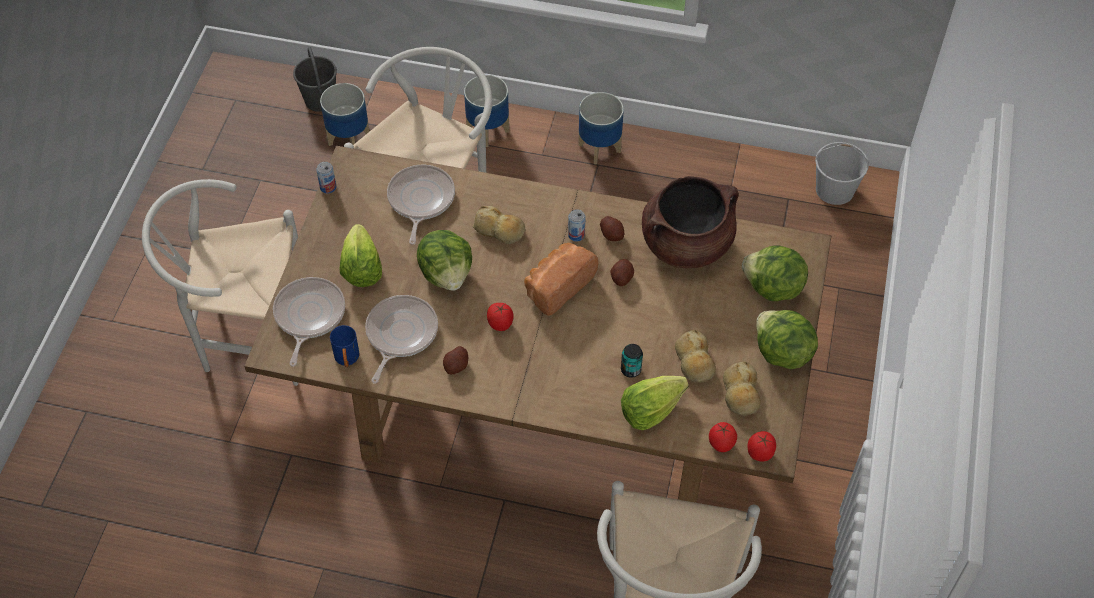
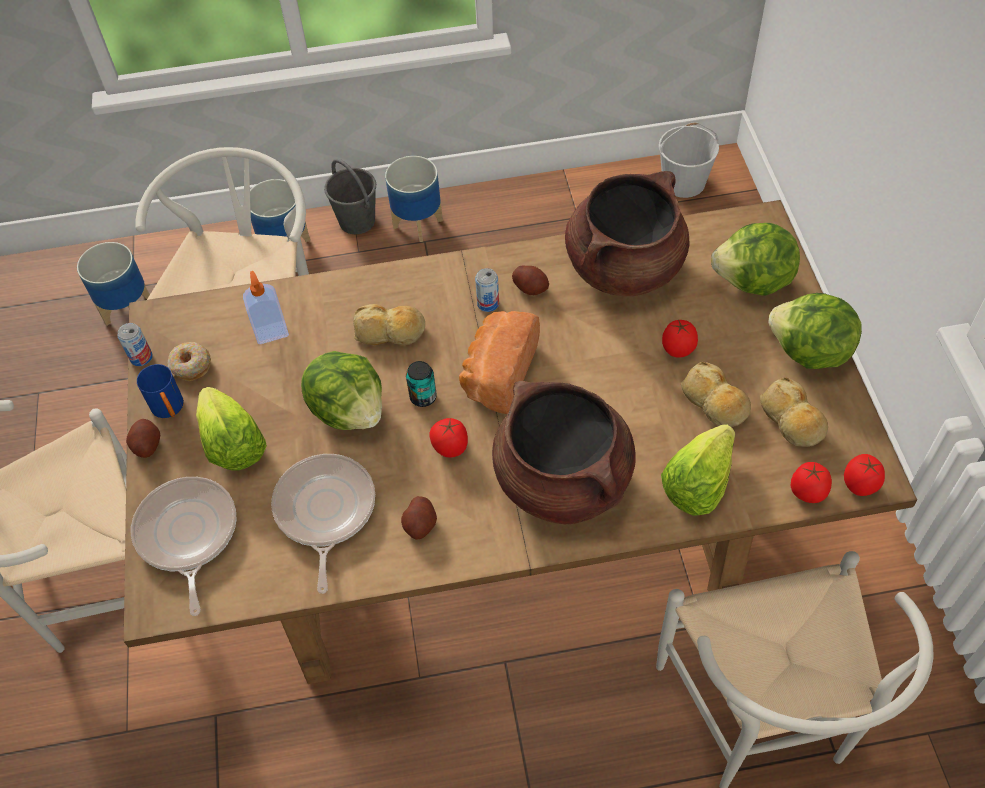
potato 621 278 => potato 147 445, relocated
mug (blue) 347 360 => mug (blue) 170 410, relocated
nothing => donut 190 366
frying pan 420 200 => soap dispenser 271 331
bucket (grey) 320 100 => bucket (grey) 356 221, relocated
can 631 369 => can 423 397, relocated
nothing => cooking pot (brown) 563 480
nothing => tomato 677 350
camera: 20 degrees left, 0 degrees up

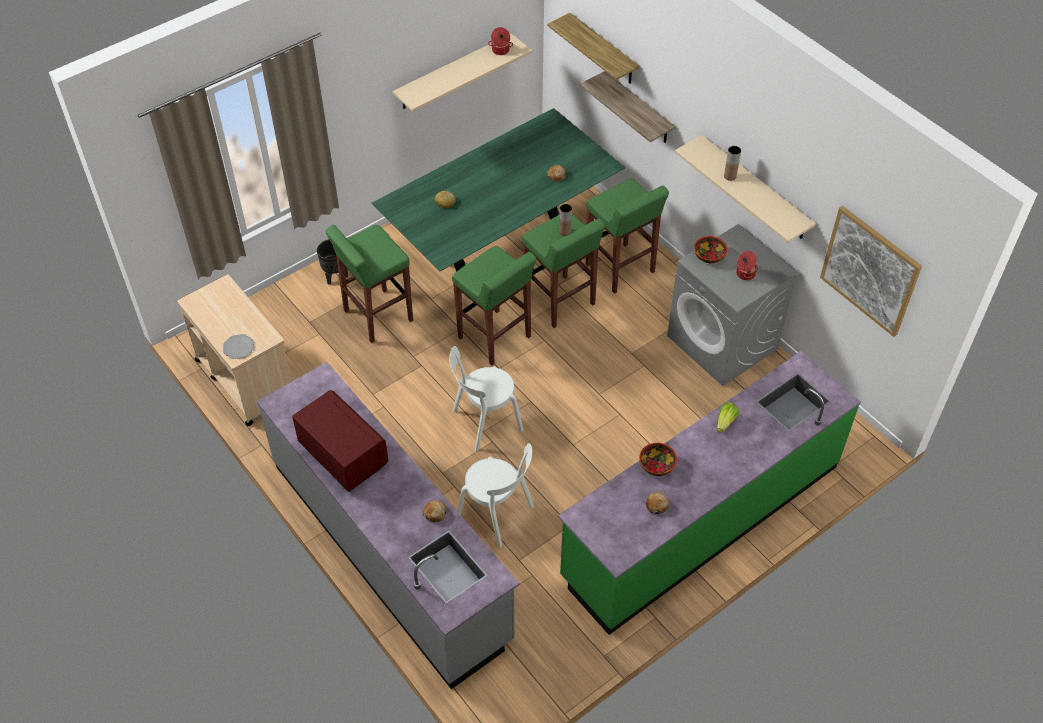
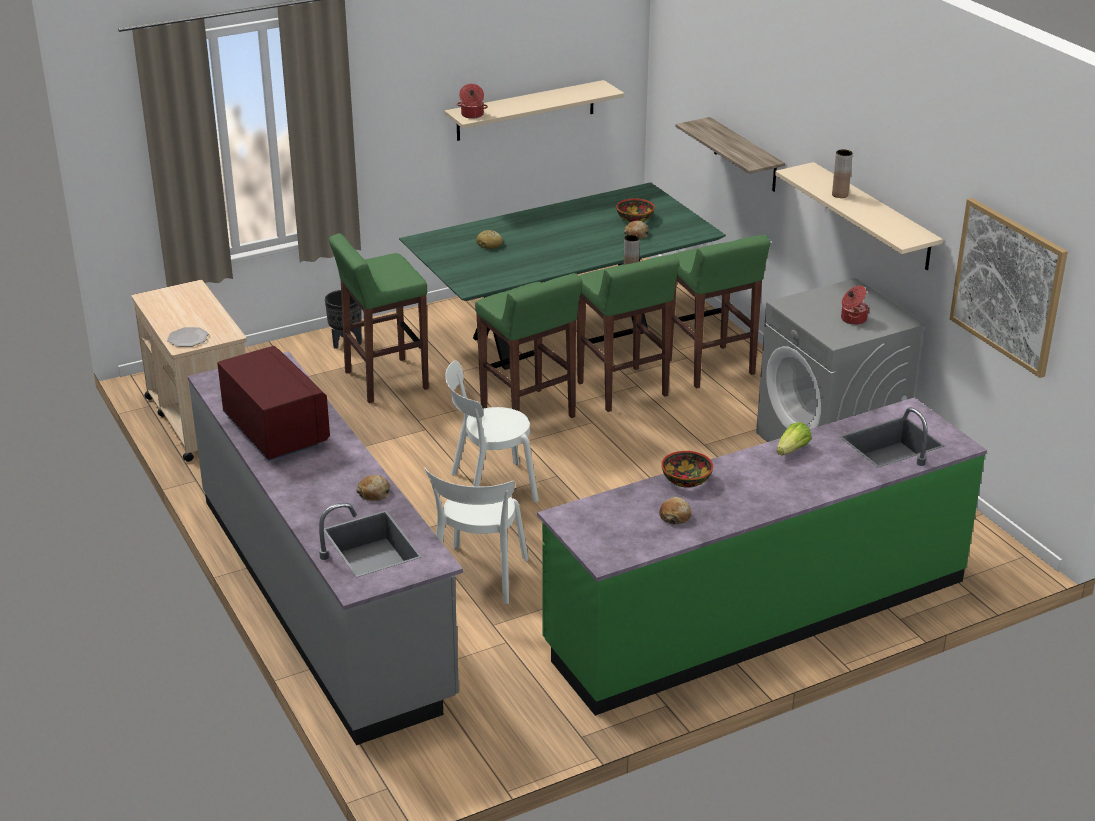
chair (white) 497 515 => chair (white) 478 578, 60 degrees clockwise
cooking pot 500 50 => cooking pot 472 115, relocated
bowl 709 256 => bowl 634 219, relocated
shelf 603 50 => nothing
camera: 10 degrees right, 20 degrees down

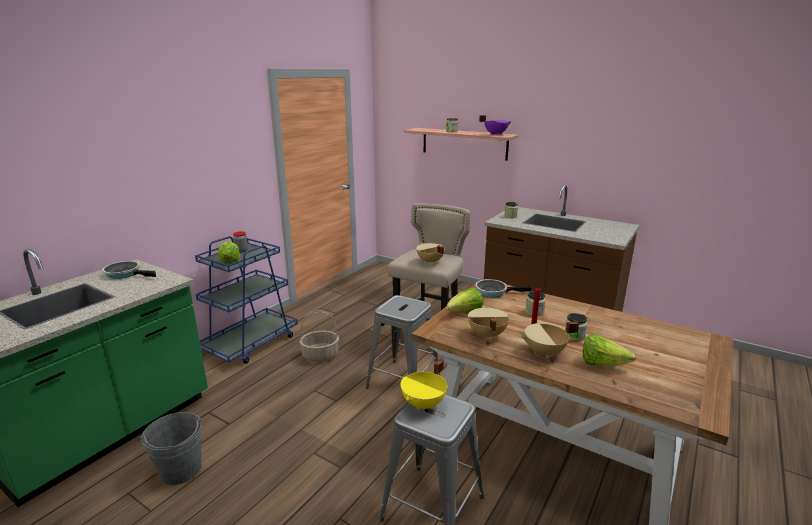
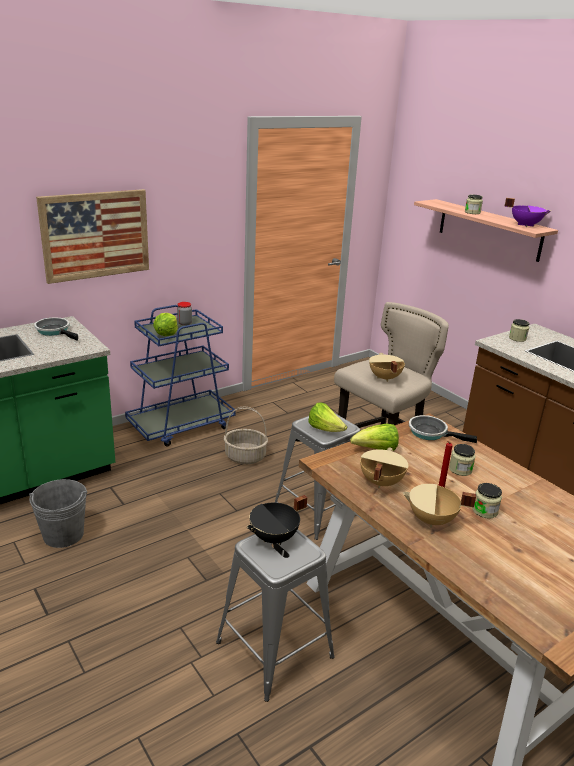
nothing => picture 96 235
cooking pot (yellow) 424 404 => cooking pot (black) 274 538
lettuce 602 364 => lettuce 325 429, relocated
camera: 20 degrees right, 5 degrees up

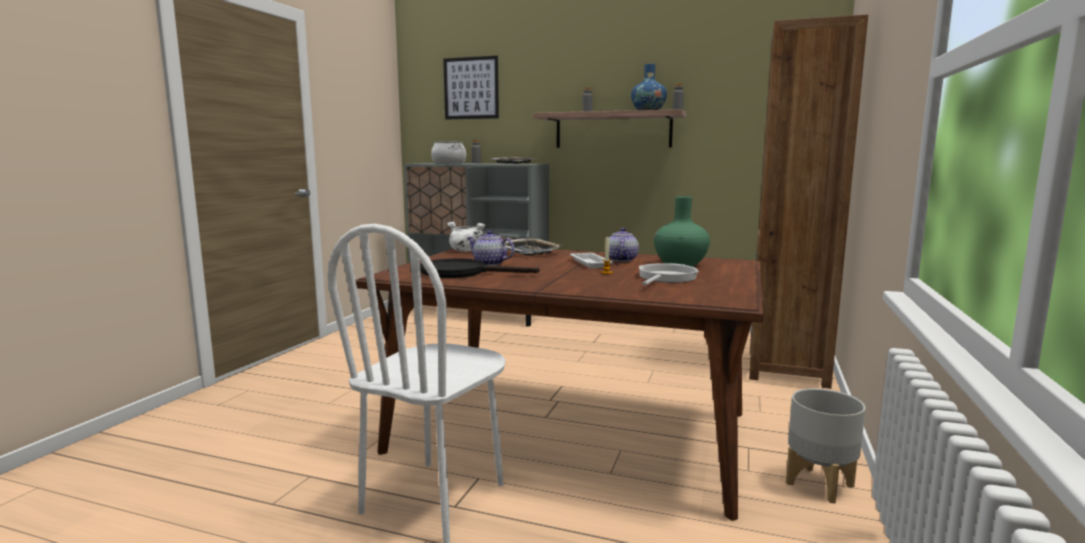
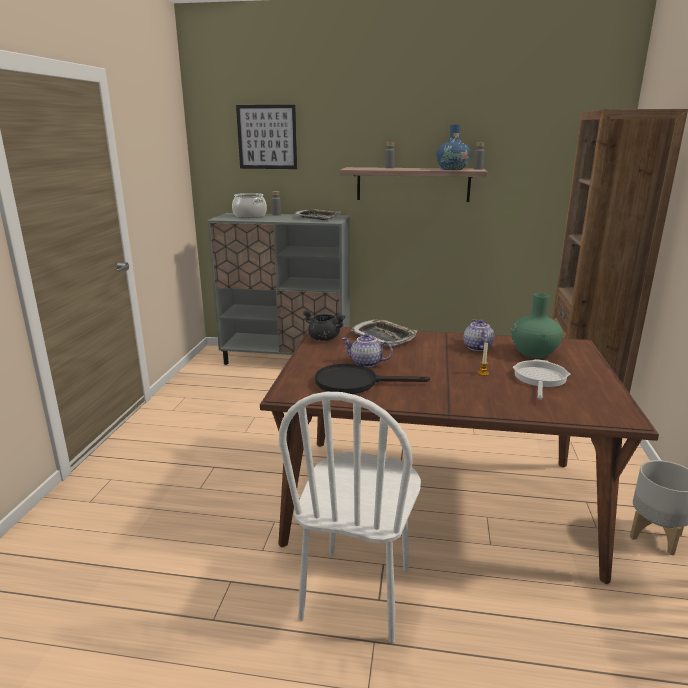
cooking pot (white) 465 251 => cooking pot (black) 323 338
tray (white) 590 263 => nothing
camera: 10 degrees left, 10 degrees up

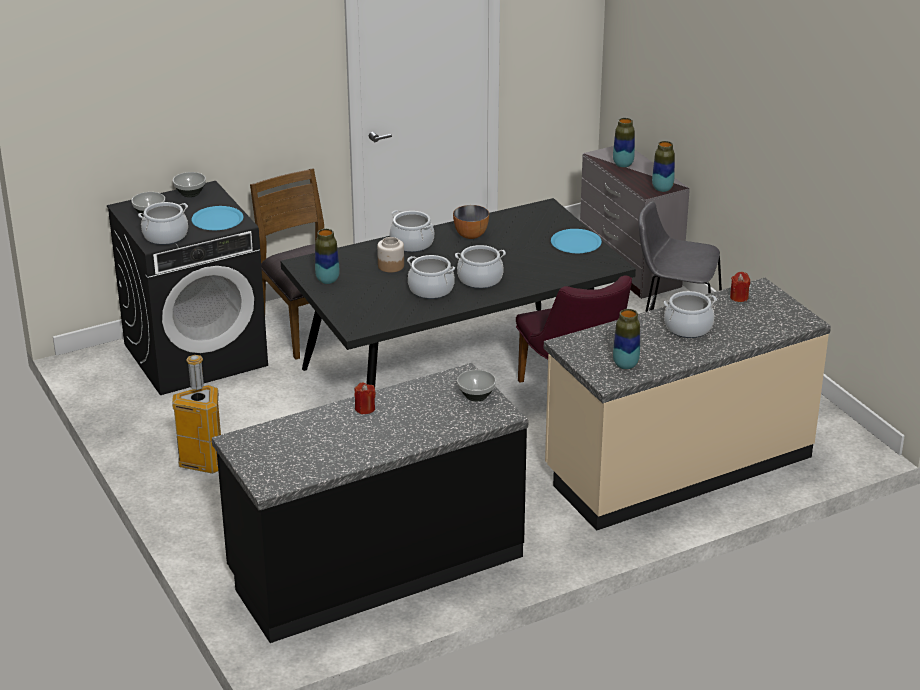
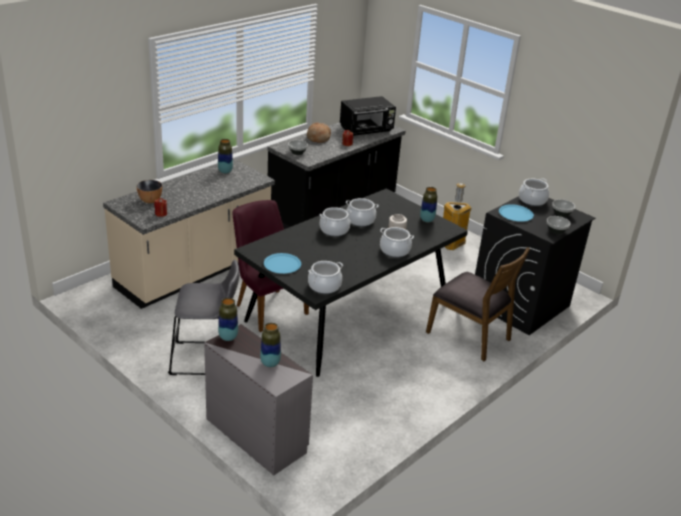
bowl 470 235 => bowl 150 200, relocated
nothing => bread 318 138
cooking pot 688 328 => cooking pot 324 286, relocated
nothing => microwave (black) 367 130
camera: 160 degrees right, 0 degrees up

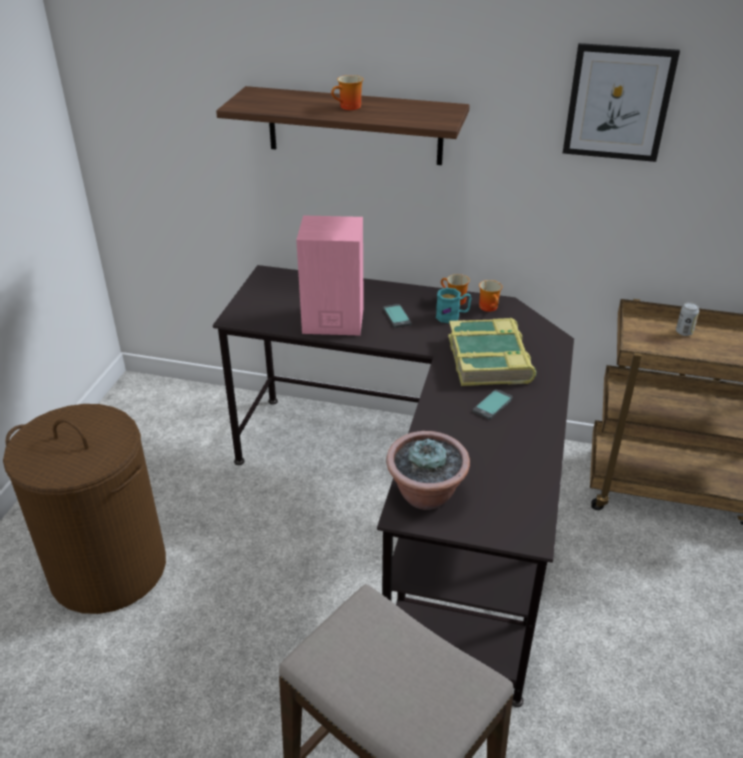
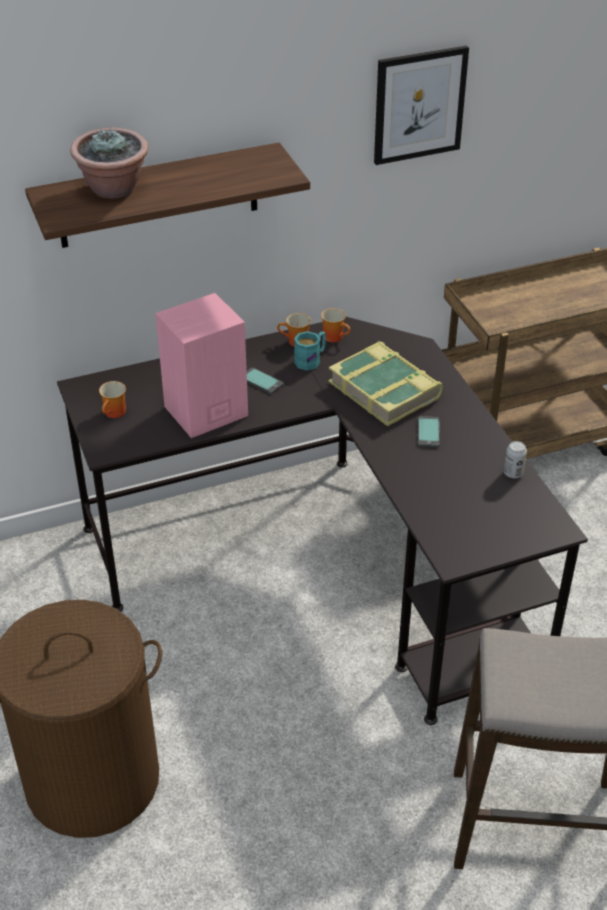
potted plant 426 495 => potted plant 114 189, relocated
mug 349 107 => mug 115 413, relocated
can 684 332 => can 513 473, relocated
camera: 35 degrees left, 5 degrees up

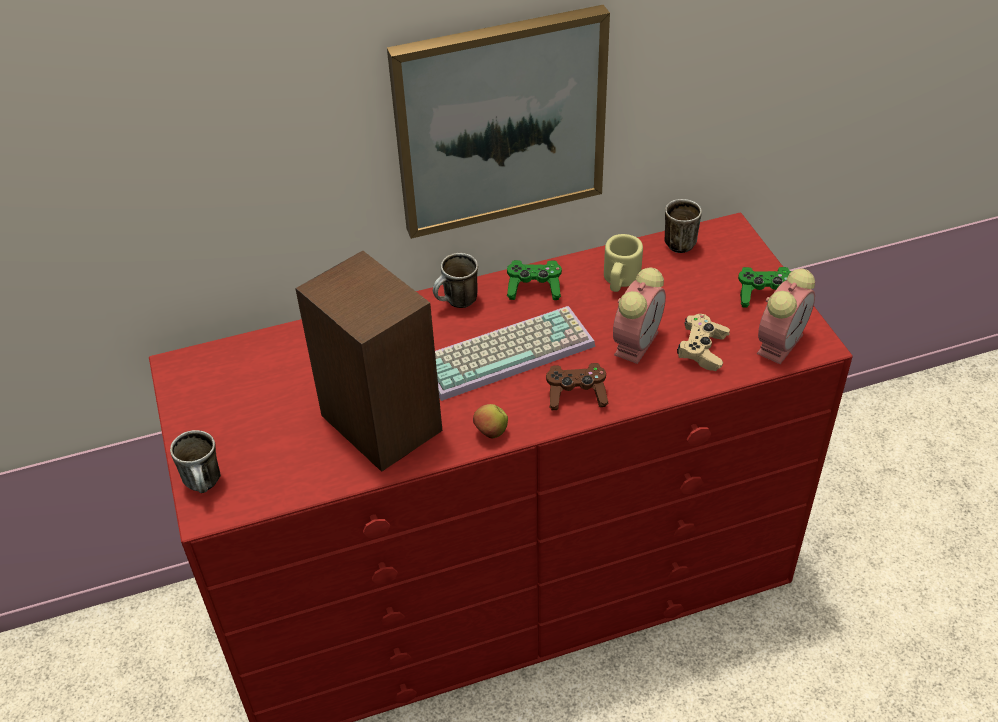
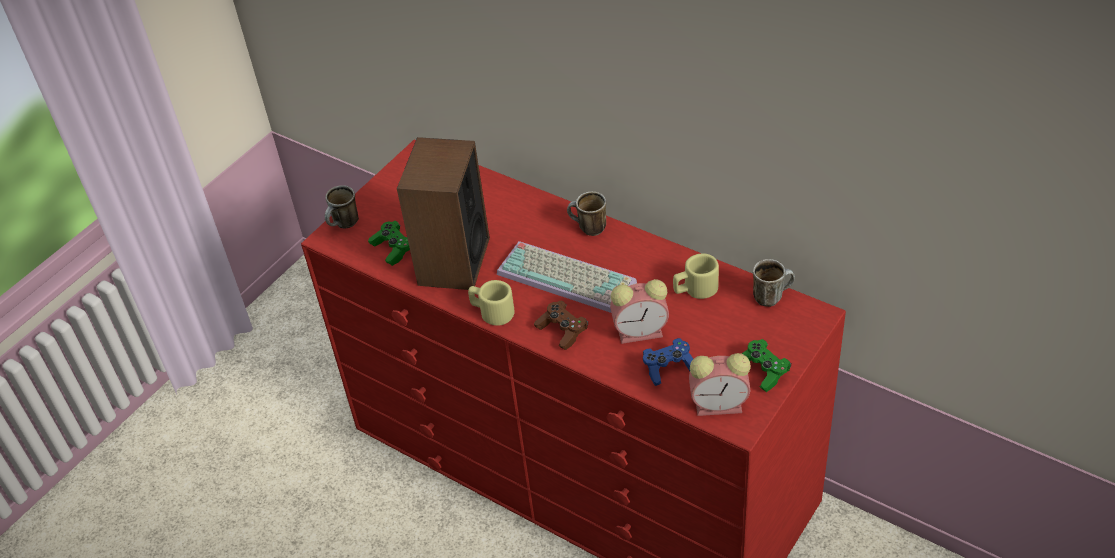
game controller (green) 534 288 => game controller (green) 393 248, relocated
apple 491 433 => mug (beige) 492 312
game controller (beige) 702 350 => game controller (blue) 668 368
picture 500 122 => nothing
camera: 55 degrees right, 0 degrees up

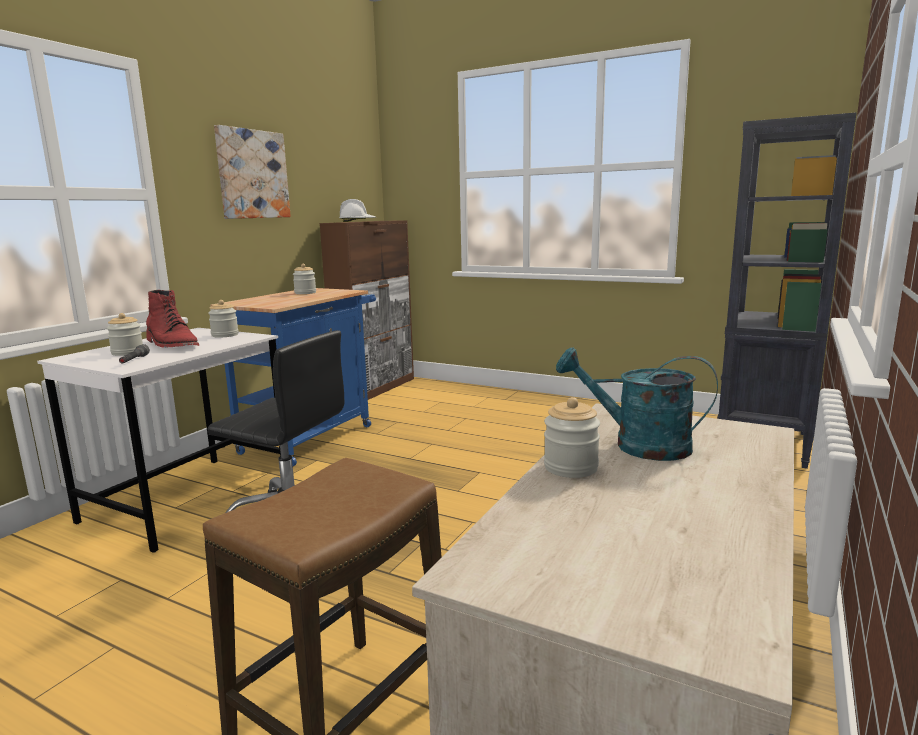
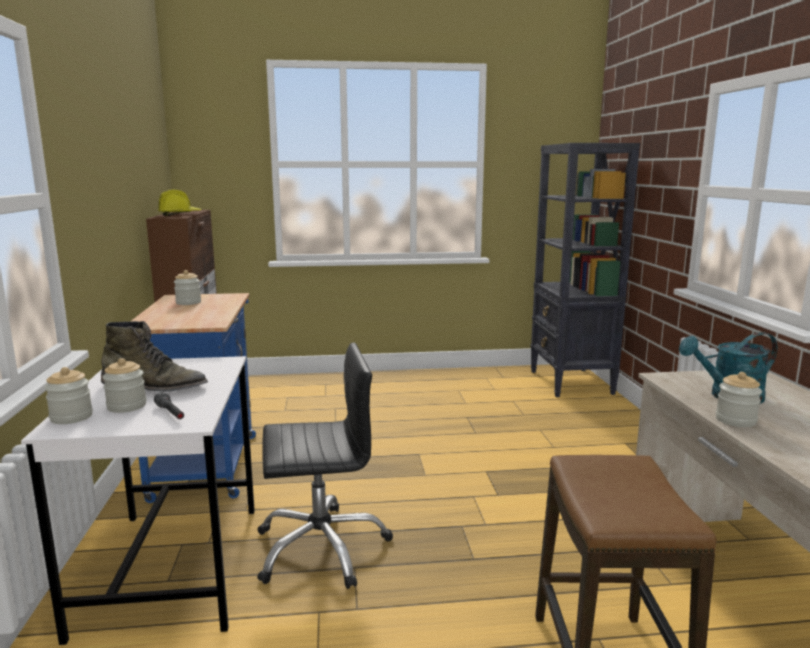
jar 225 335 => jar 71 417, relocated
boot (red) 172 345 => boot (green) 154 387
hard hat (white) 357 221 => hard hat (yellow) 180 214
picture 252 174 => nothing
camera: 35 degrees left, 0 degrees up

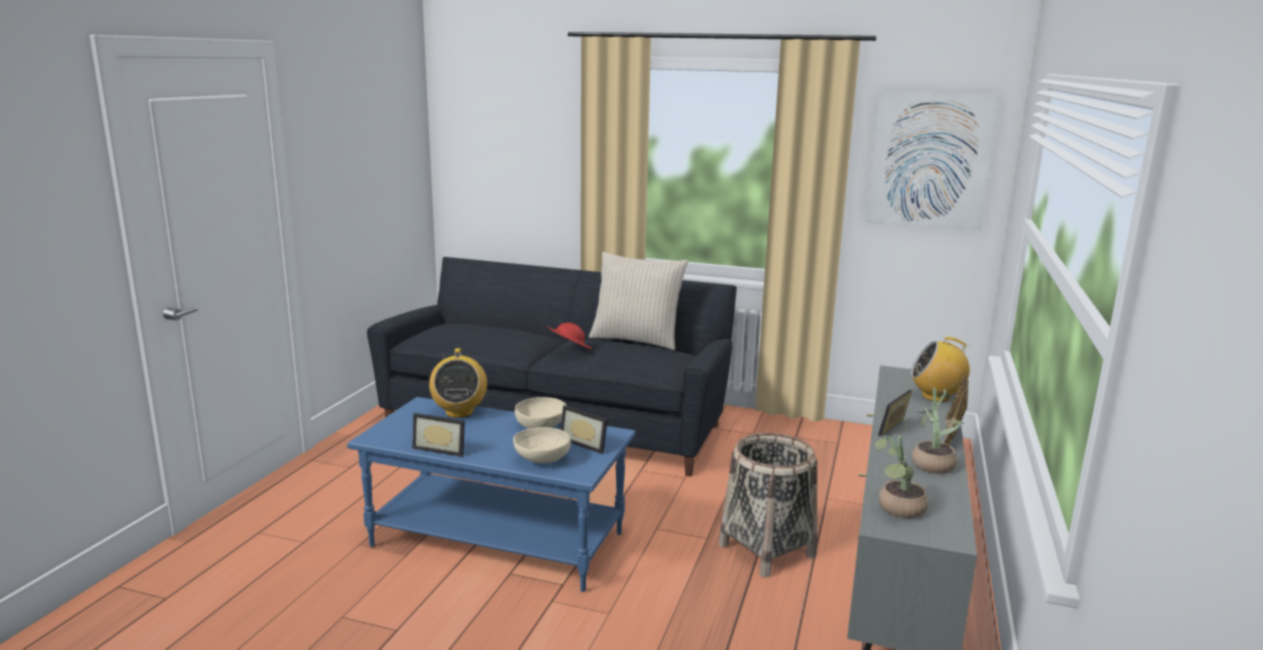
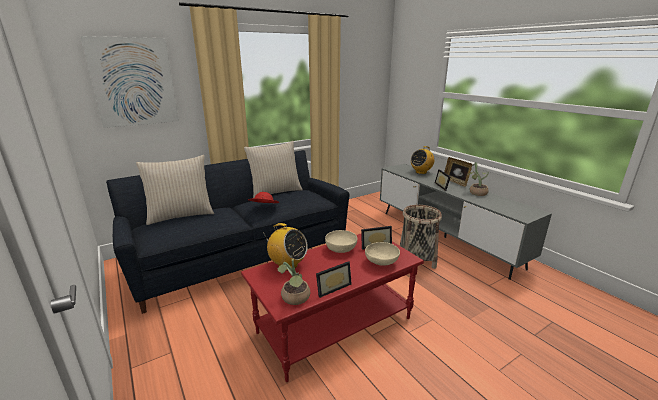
picture 929 160 => picture 134 82, relocated
nothing => pillow (beige) 181 215
coffee table (blue) 499 539 => coffee table (red) 334 324
potted plant 897 510 => potted plant 294 299, relocated
camera: 50 degrees left, 5 degrees up

